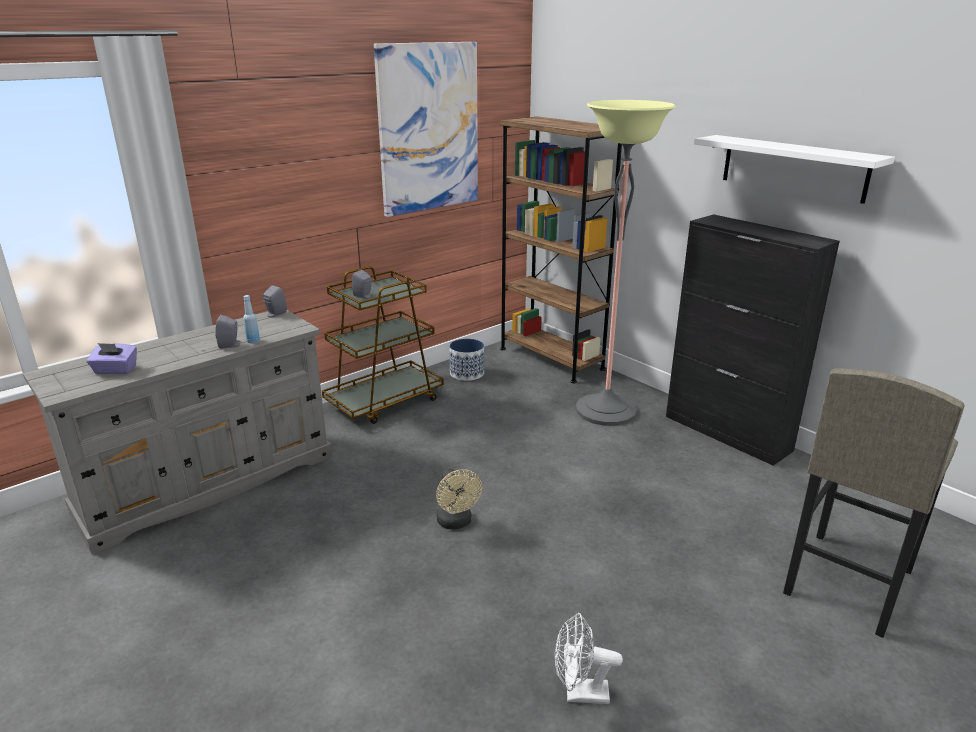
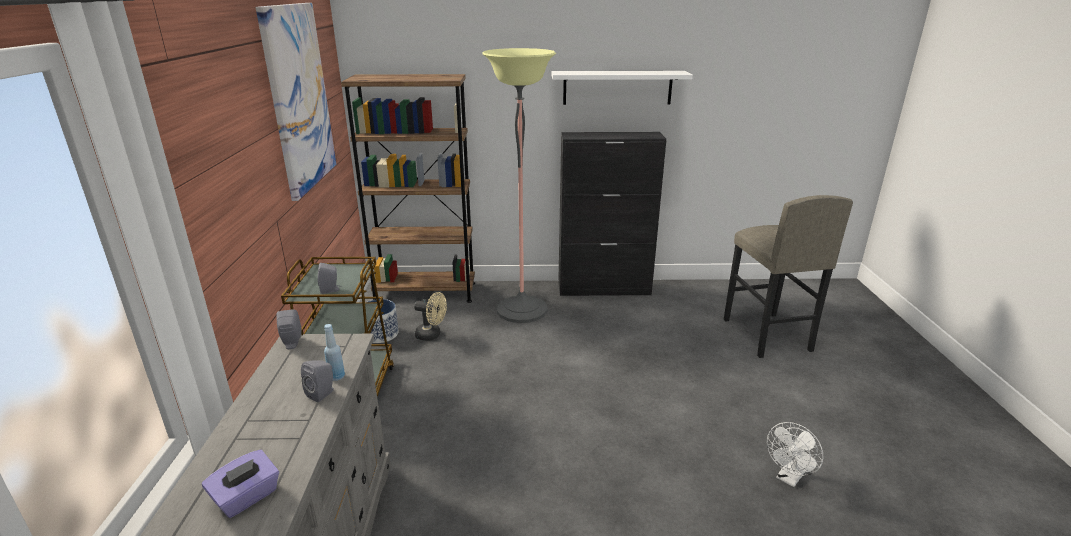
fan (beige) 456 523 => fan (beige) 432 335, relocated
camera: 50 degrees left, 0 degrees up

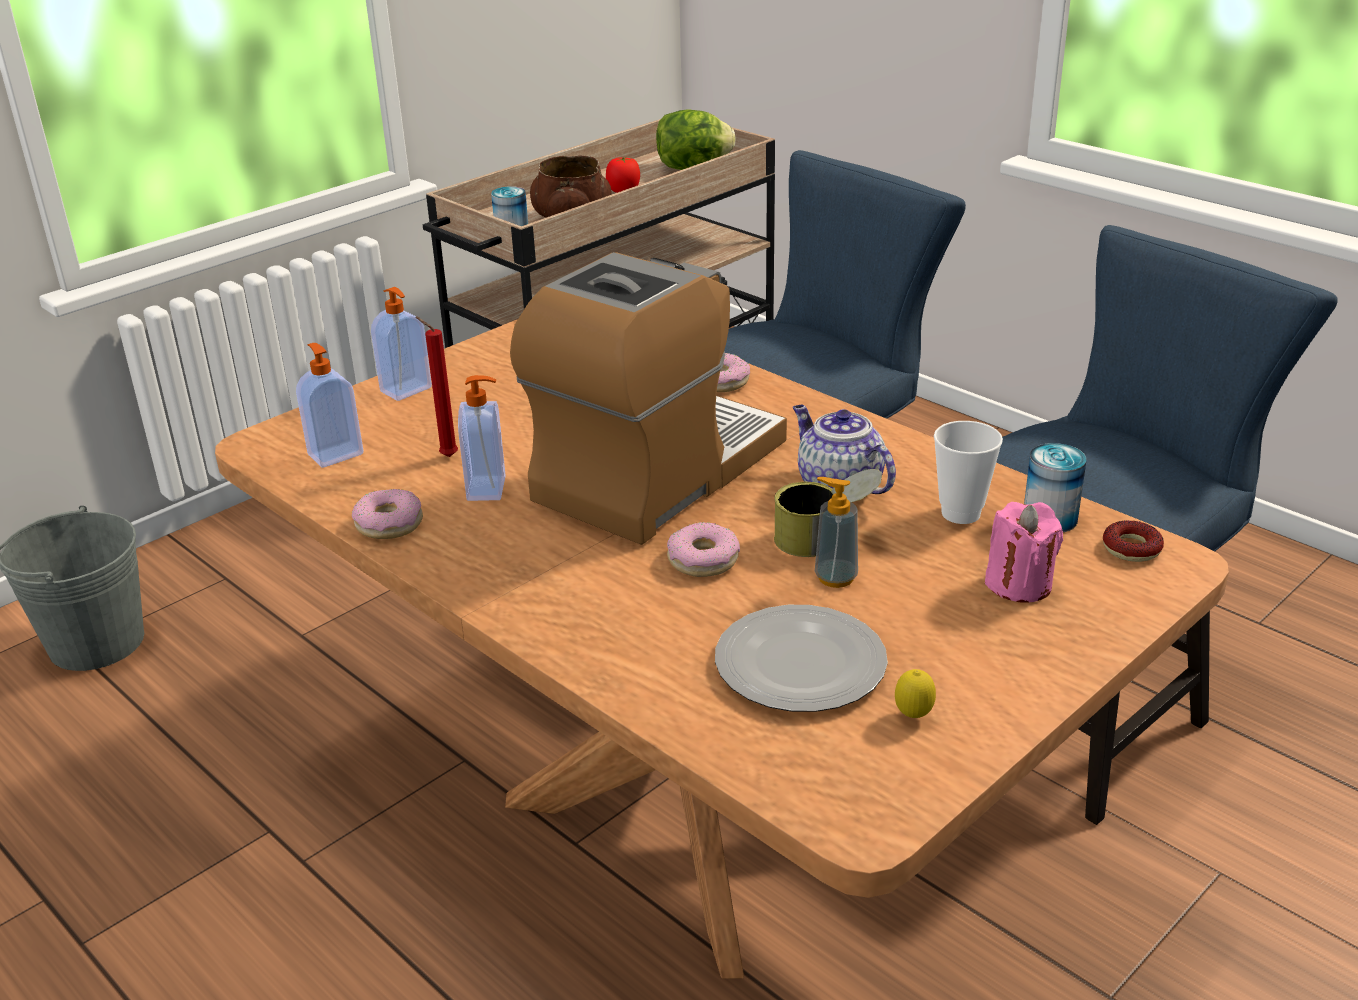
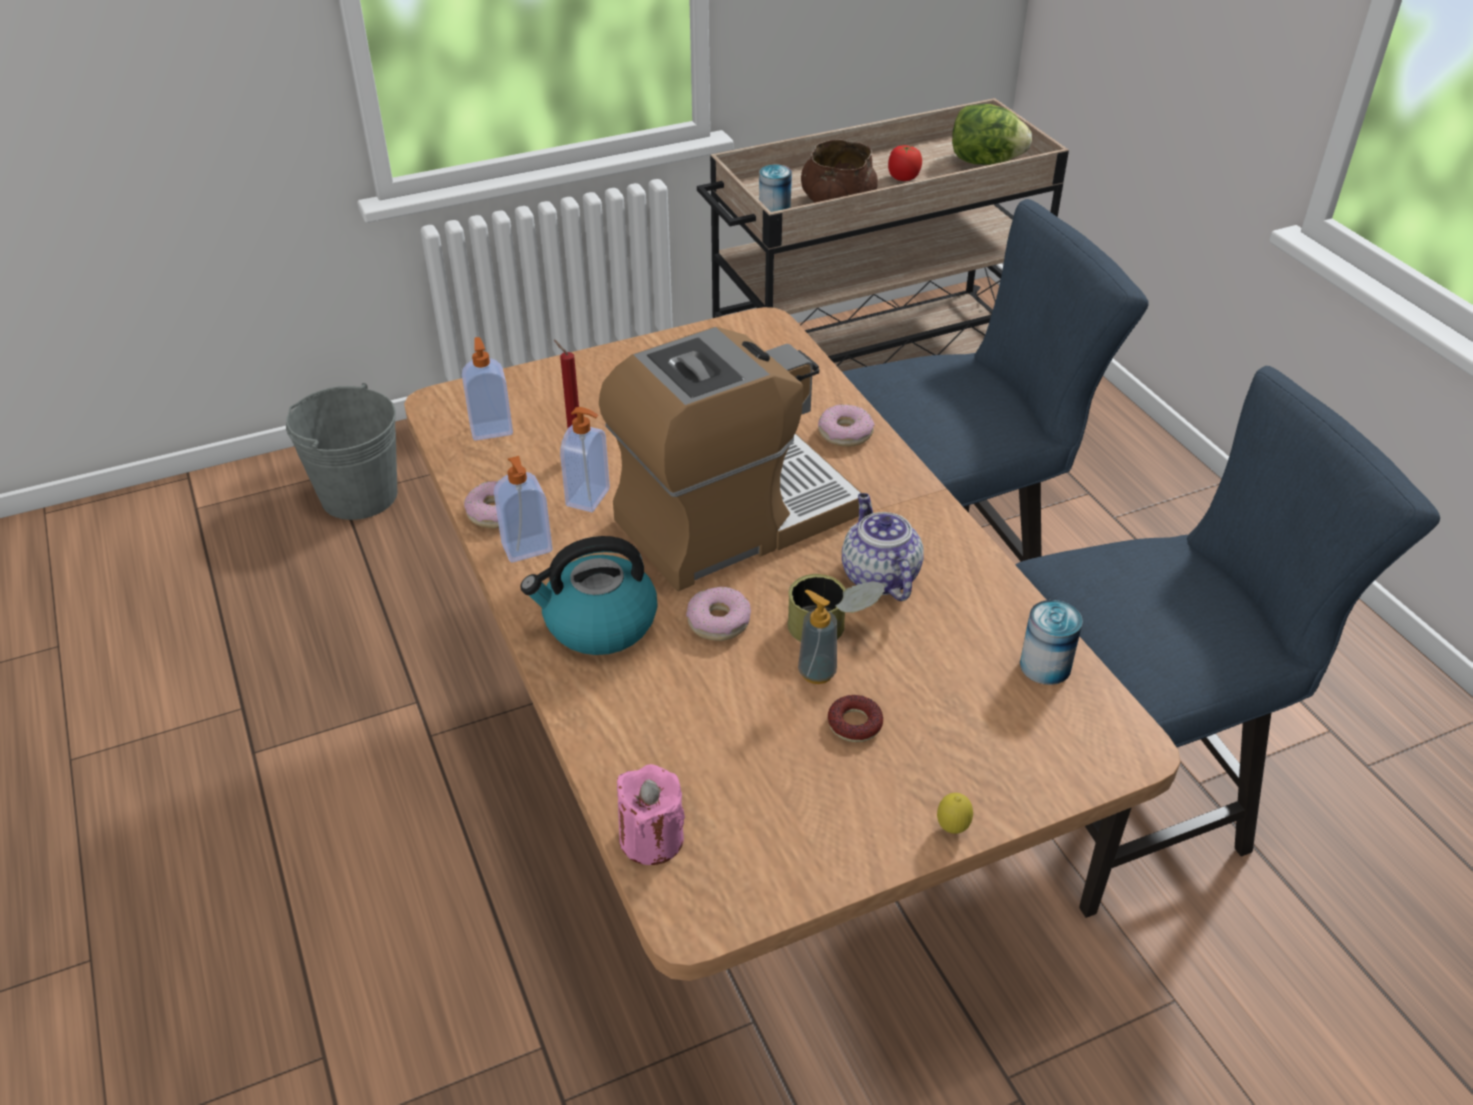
soap dispenser 407 390 => soap dispenser 527 549, relocated
nothing => kettle 598 624
candle (pink) 1019 584 => candle (pink) 651 839, relocated
donut 1131 548 => donut 854 724, relocated
lemon 913 716 => lemon 952 829, relocated
plate 798 663 => nothing
cup 961 513 => nothing
camera: 20 degrees right, 10 degrees up

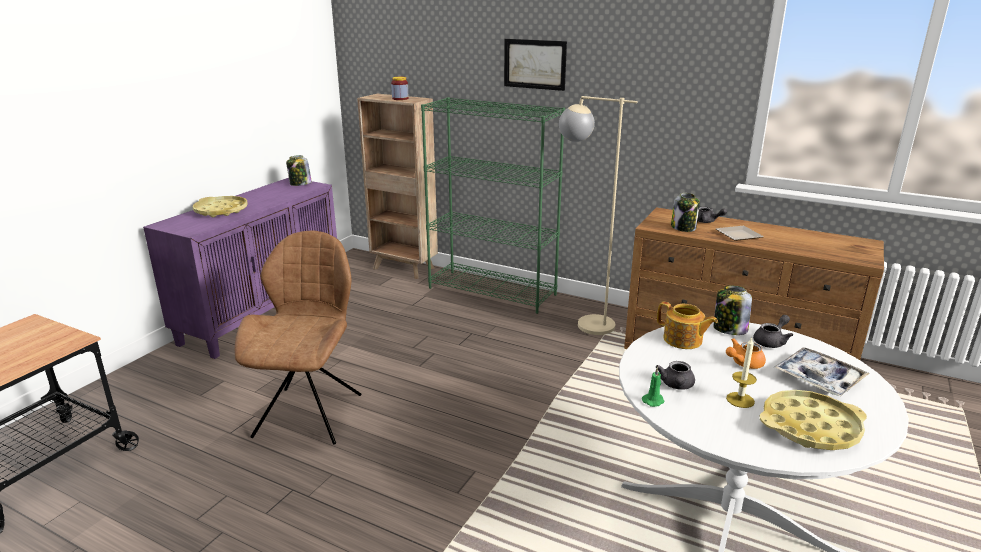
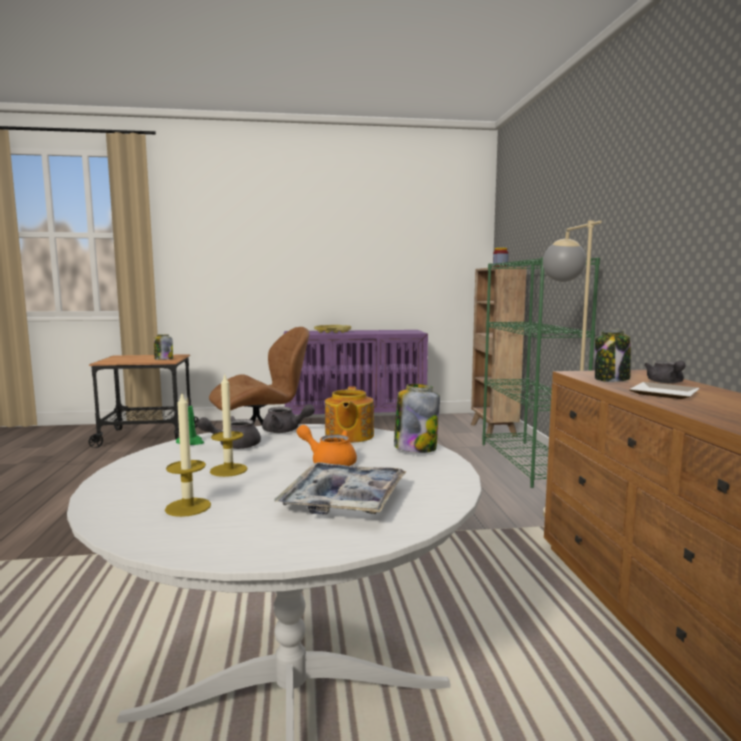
jar 300 184 => jar 163 359, relocated
tray (yellow) 810 427 => candle 188 507
teapot (grey) 771 341 => teapot (grey) 285 431, relocated
picture 534 64 => nothing
camera: 55 degrees right, 15 degrees down

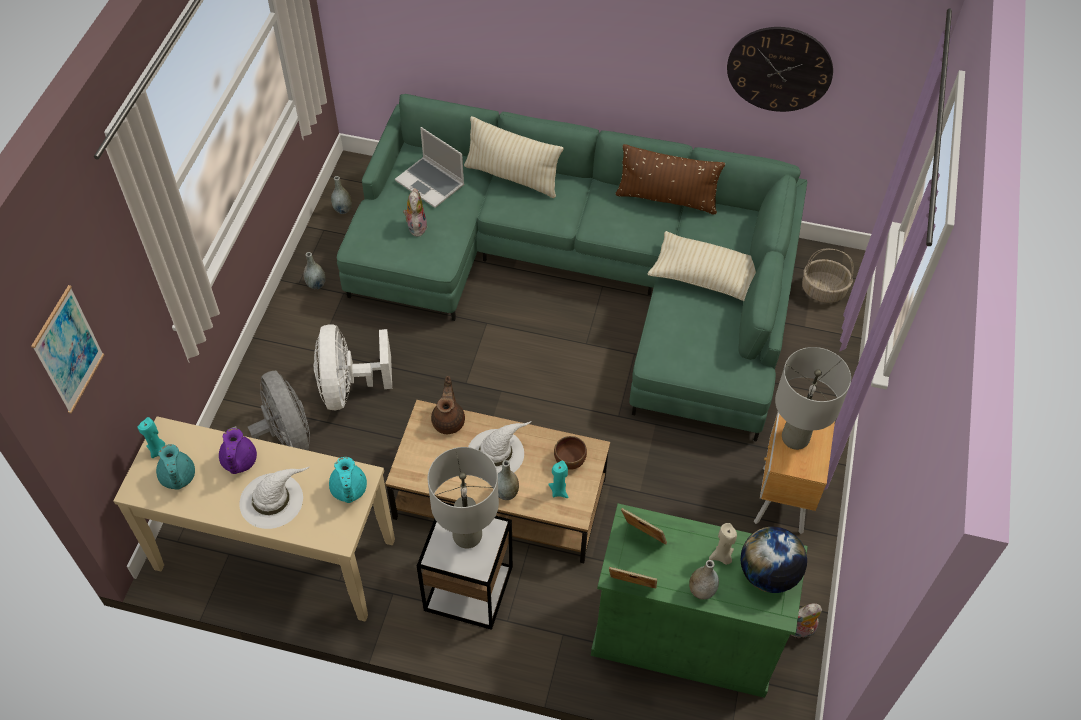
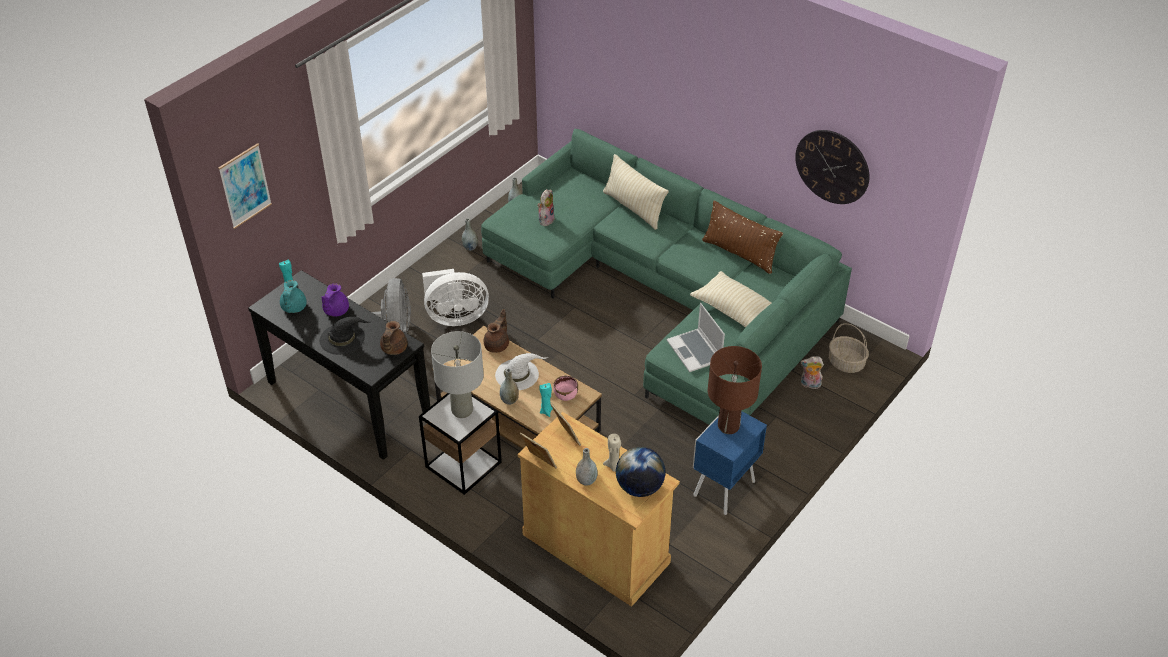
console table (beige) 275 555 => console table (black) 348 400
hat (white) 272 500 => hat (black) 343 338
teapot (turquoise) 348 490 => teapot (brown) 393 349
fan (white) 349 387 => fan (white) 455 317, 120 degrees counterclockwise
cabinet (green) 684 637 => cabinet (beige) 596 548
bowl (brown) 570 460 => bowl (pink) 565 395
laptop 431 183 => laptop 695 352, relocated
nightstand (brown) 781 502 => nightstand (blue) 722 489
table lamp (grey) 795 438 => table lamp (brown) 728 426
plush toy 801 631 => plush toy 809 385, relocated
camera: 25 degrees right, 10 degrees down

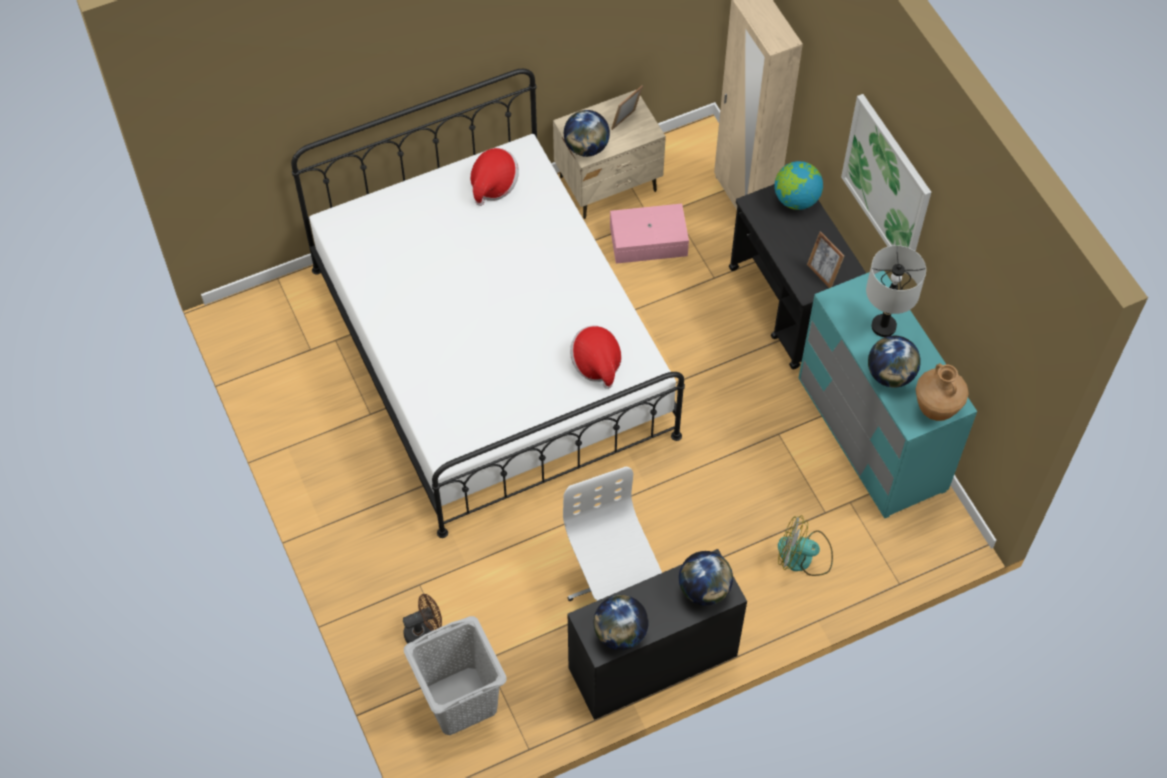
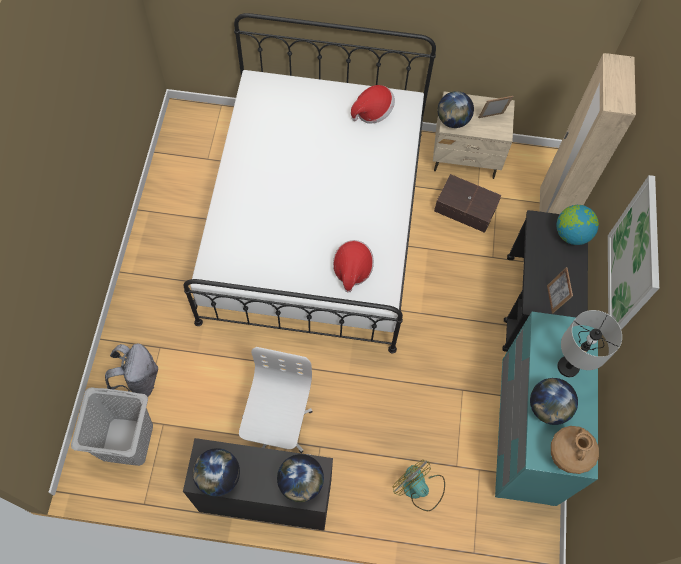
fan (brown) 424 632 => backpack (grey) 139 380
storage box (pink) 647 240 => storage box (brown) 465 207
camera: 30 degrees right, 5 degrees up

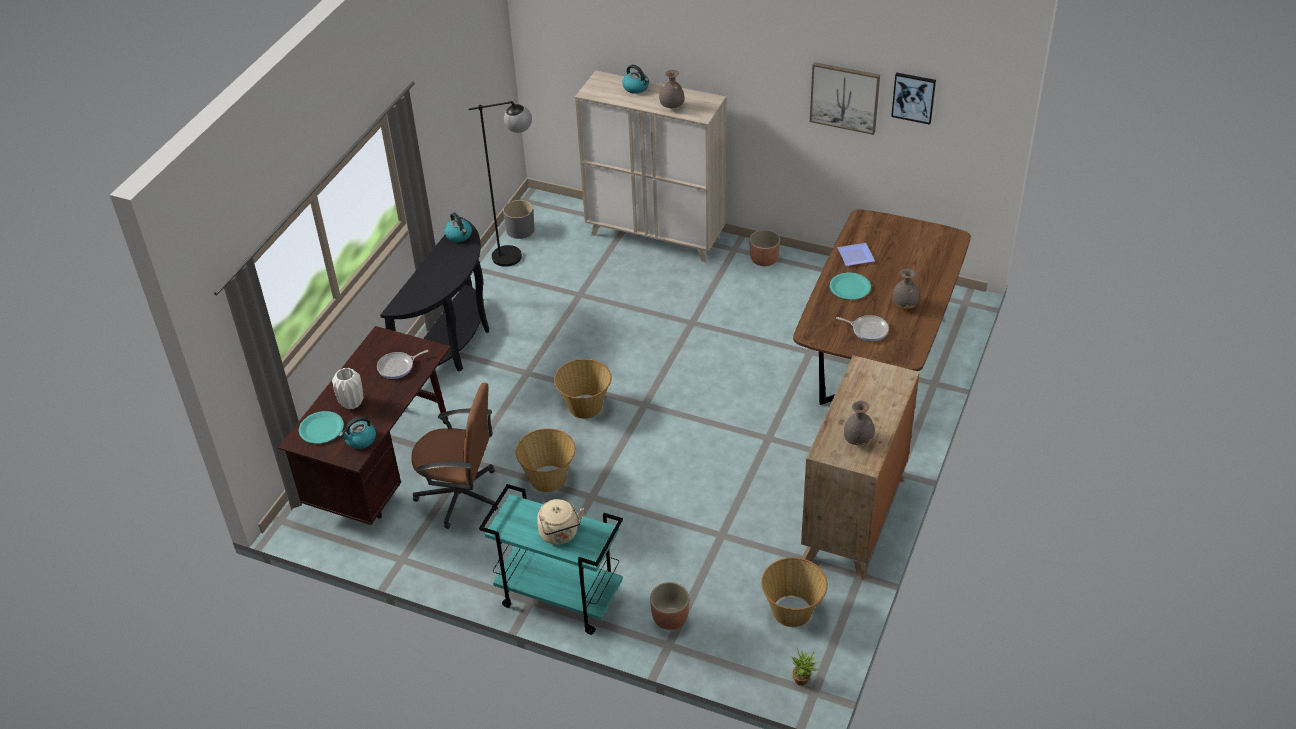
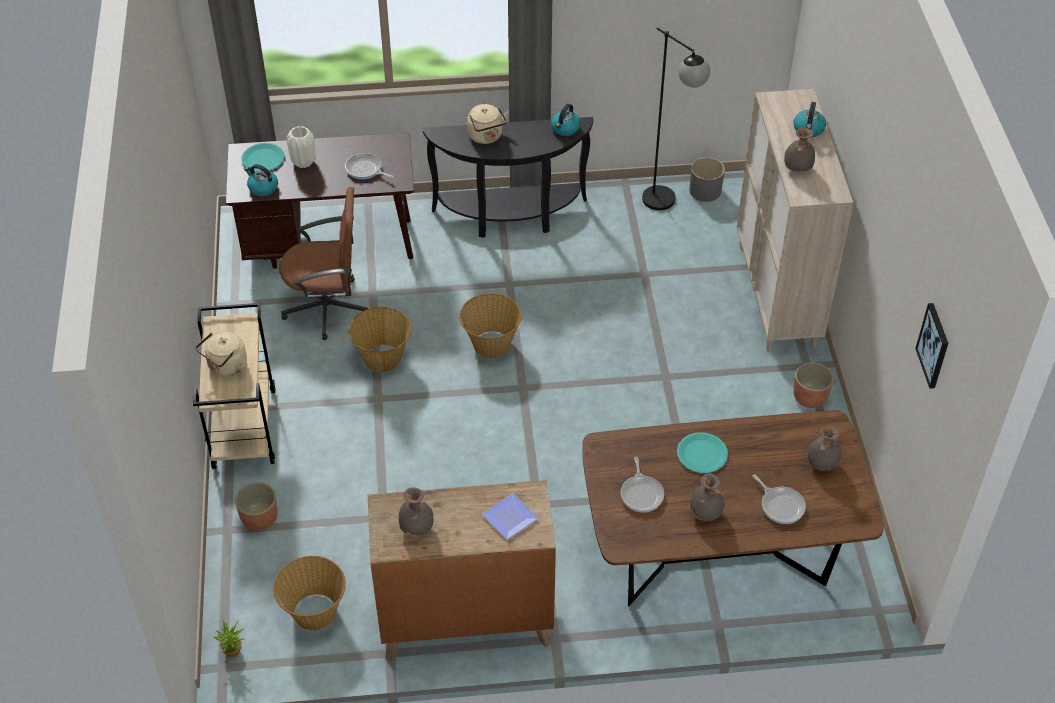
cart (turquoise) 558 598 => cart (beige) 243 427
office chair (brown) 460 495 => office chair (brown) 328 307, 75 degrees counterclockwise
nothing => kettle (beige) 486 137
plate 855 256 => plate 507 518, relocated
nothing => frying pan 781 505
nothing => vase (grey) 821 463
picture 844 97 => nothing
camera: 60 degrees right, 5 degrees up

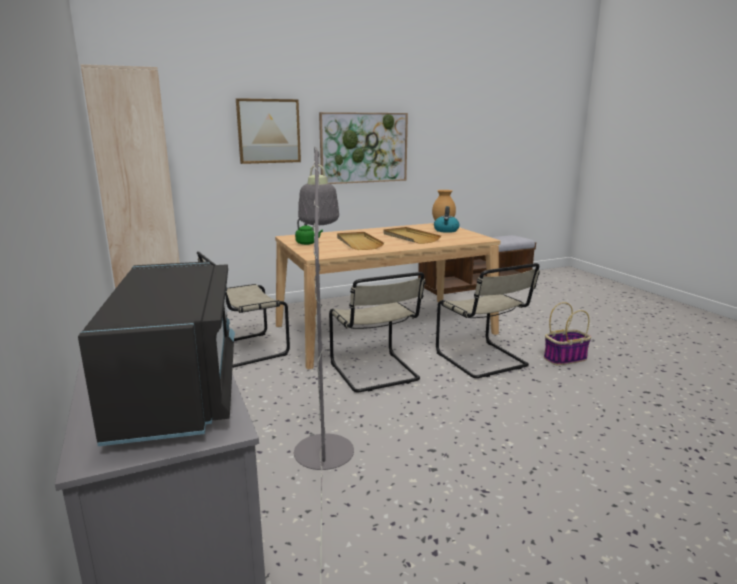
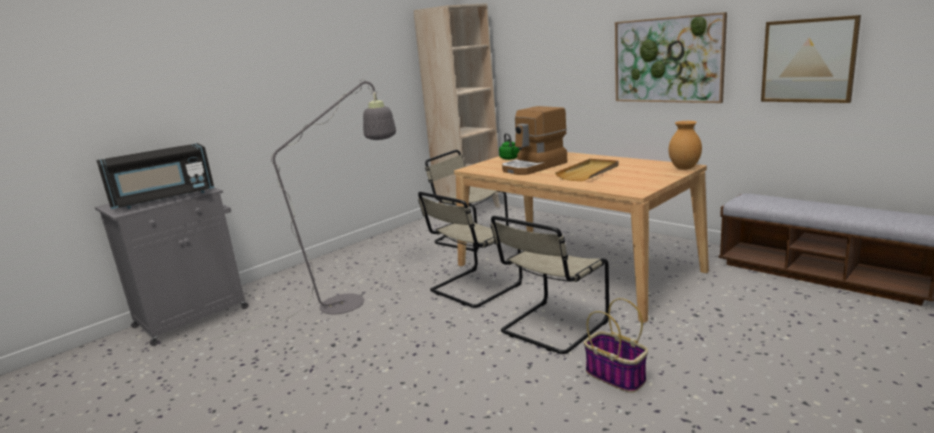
tray (beige) 358 243 => coffee machine 534 166
picture 268 131 => picture 808 60, relocated
kettle 446 230 => nothing
camera: 70 degrees right, 0 degrees up

